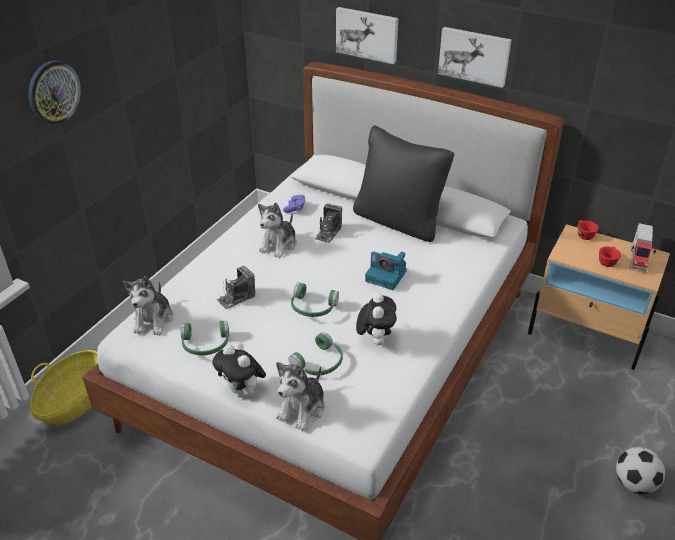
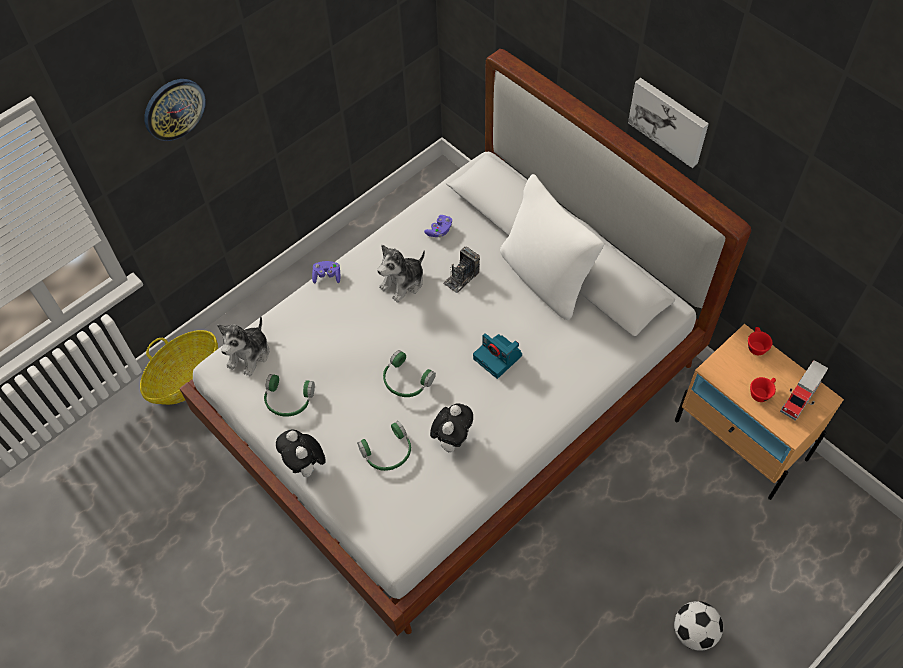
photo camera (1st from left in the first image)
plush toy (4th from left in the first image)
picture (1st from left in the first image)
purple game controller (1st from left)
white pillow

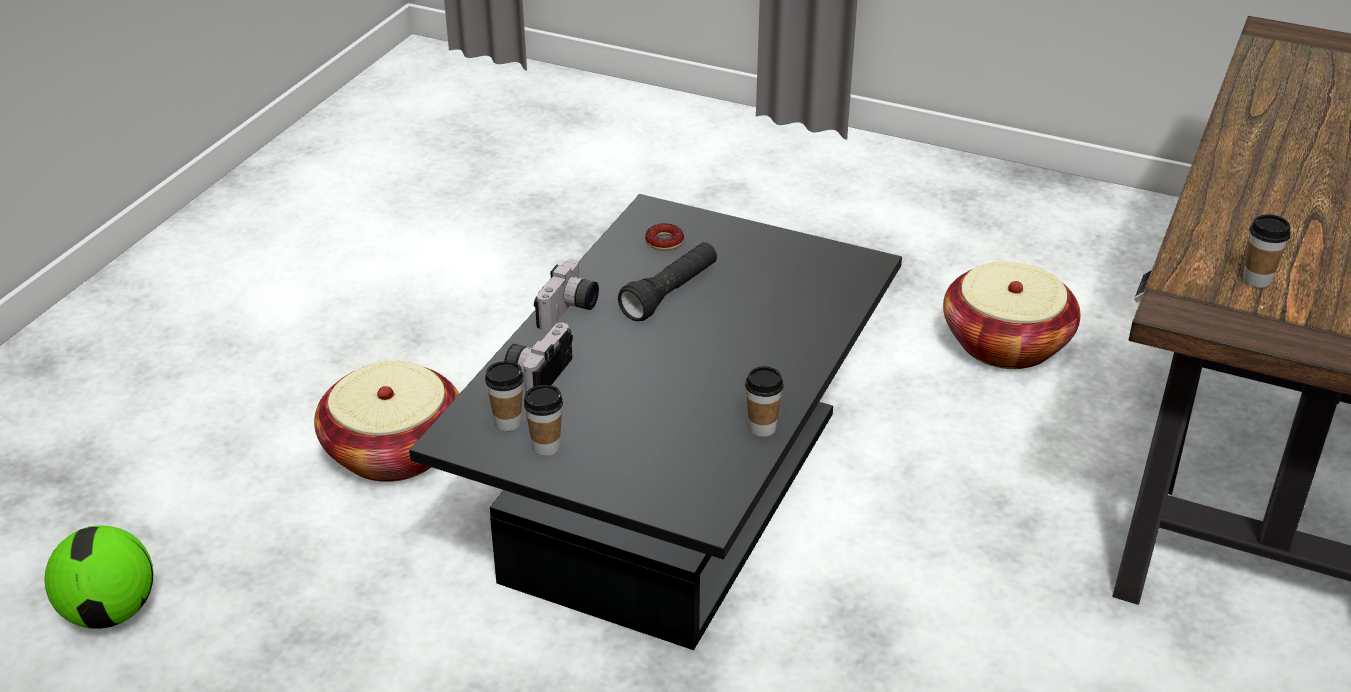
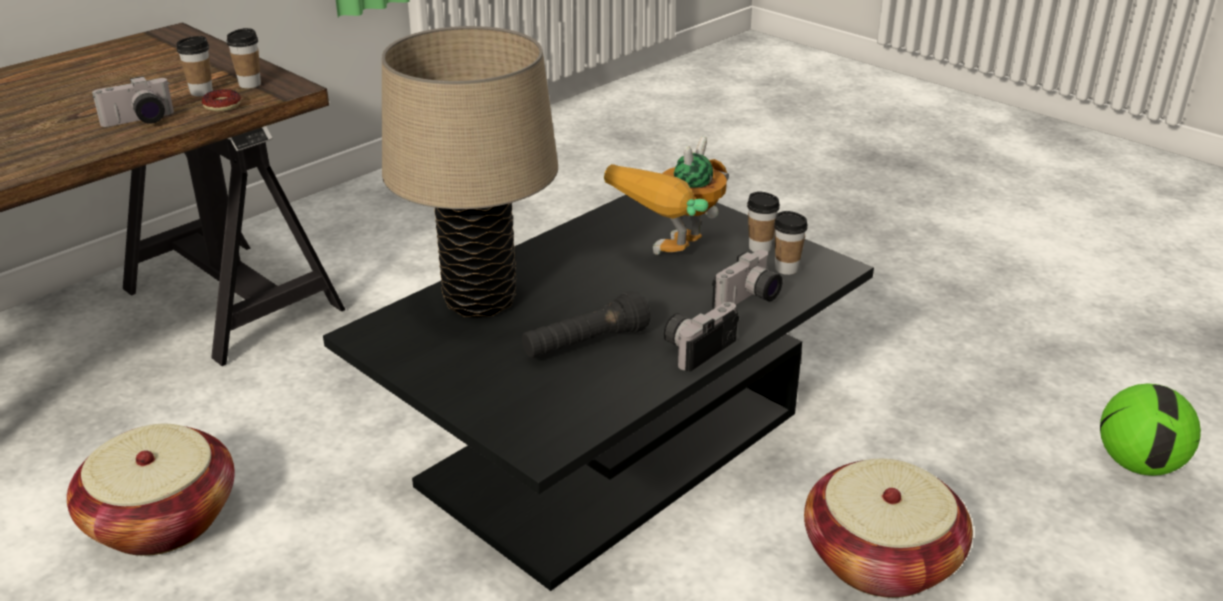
photo camera (1st from left)
beige table lamp
toy robot
donut
cup (2nd from left)

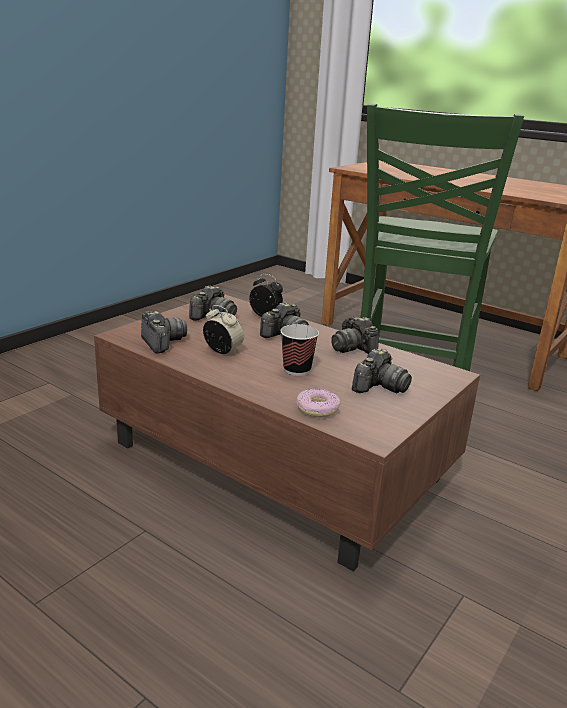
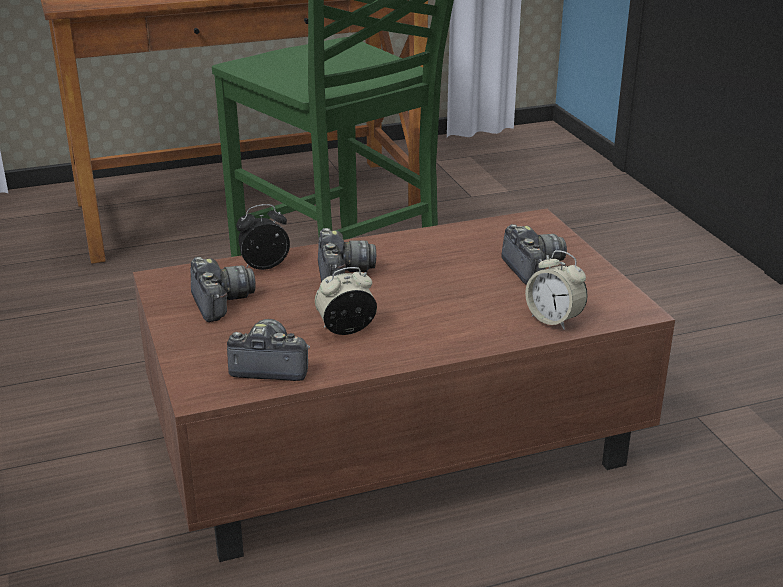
cup
photo camera (4th from left in the first image)
alarm clock (3rd from left)

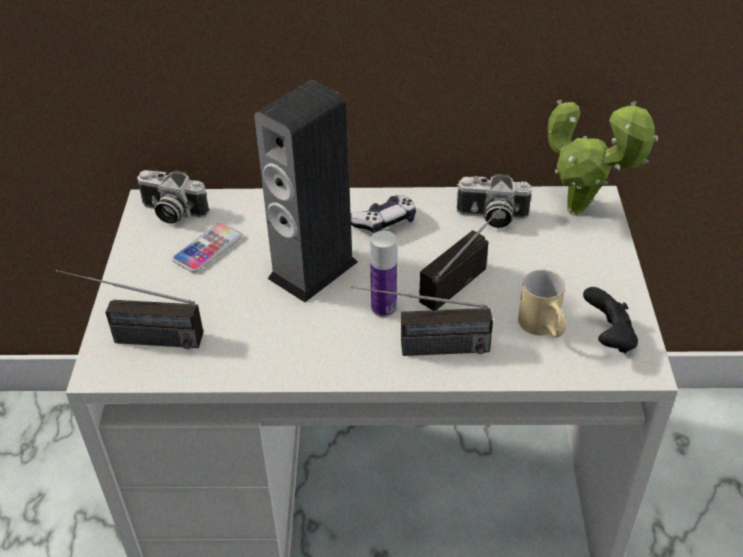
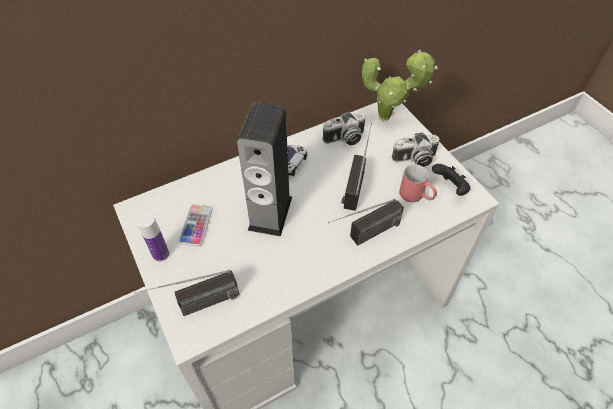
photo camera (2nd from left)
bottle
red mug

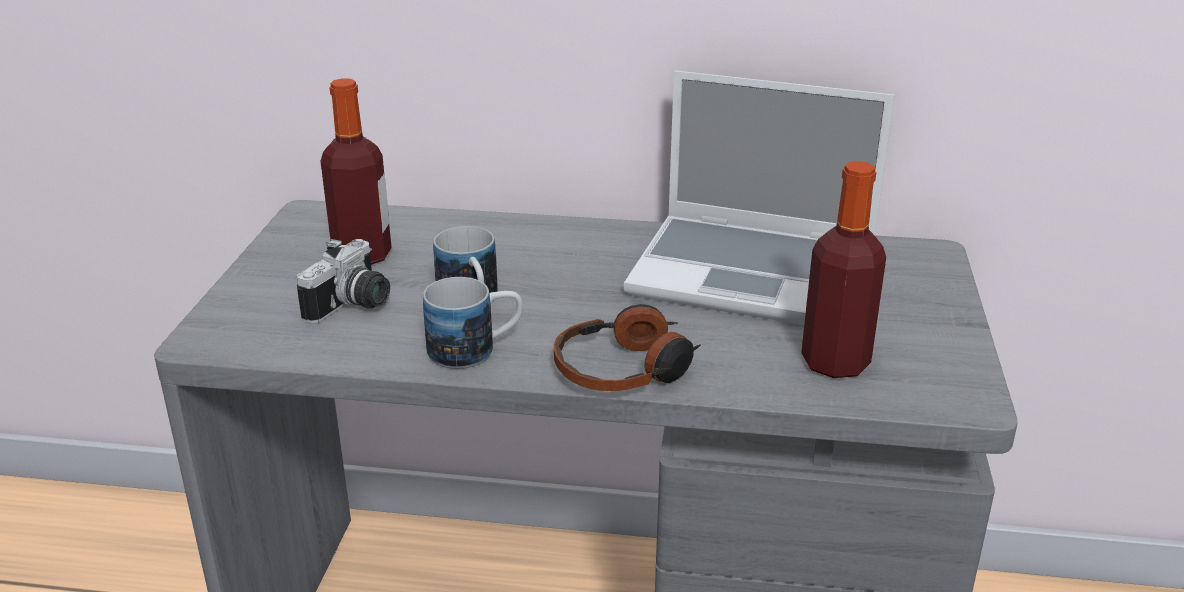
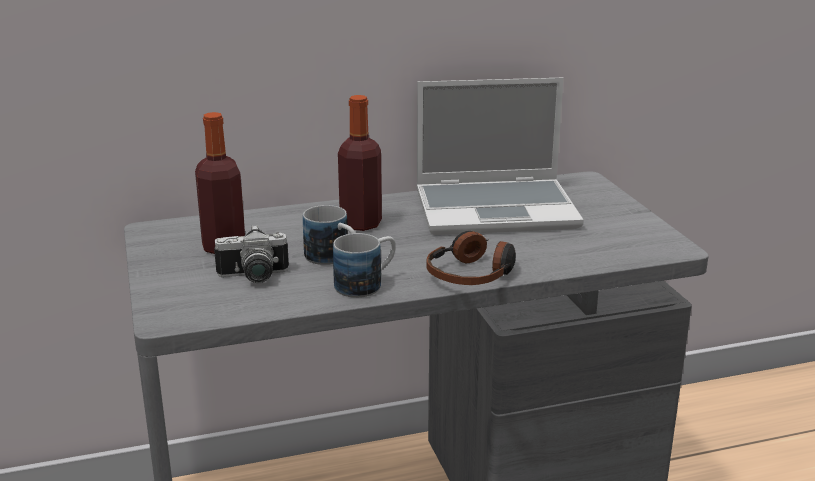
bottle (2nd from left)
photo camera

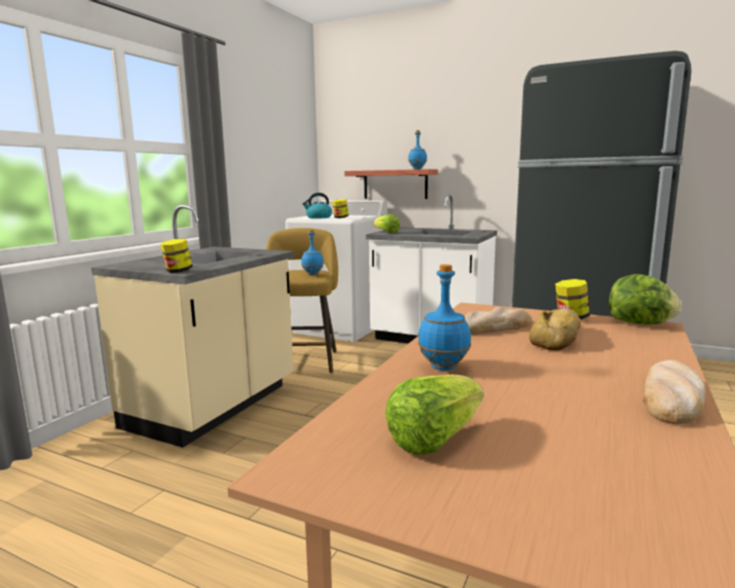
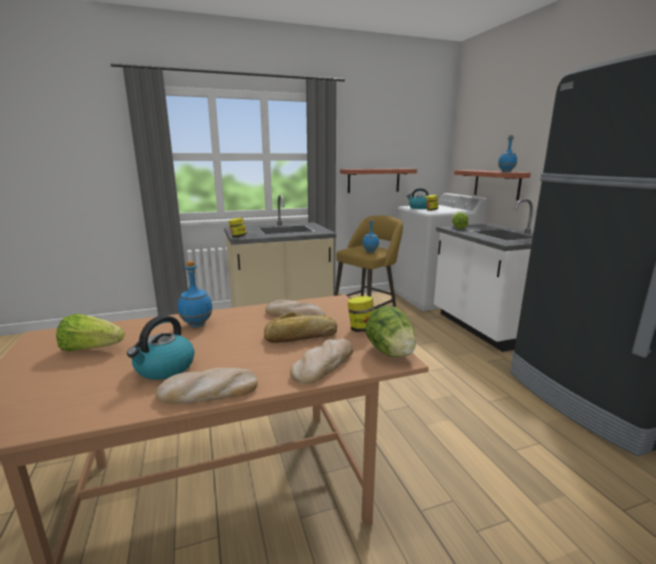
kettle (1st from left)
bread (4th from left)
shelf (1st from left)

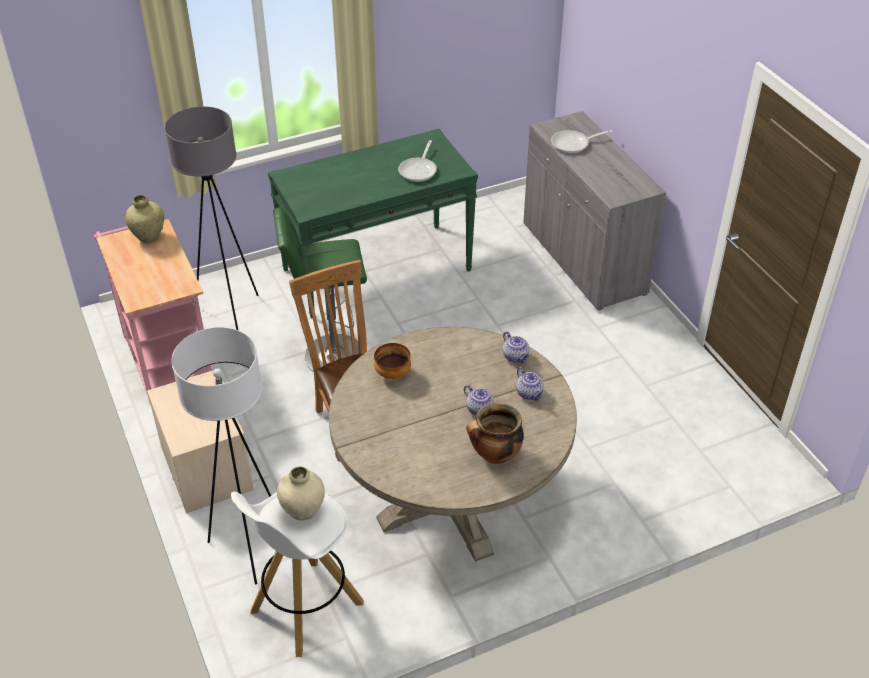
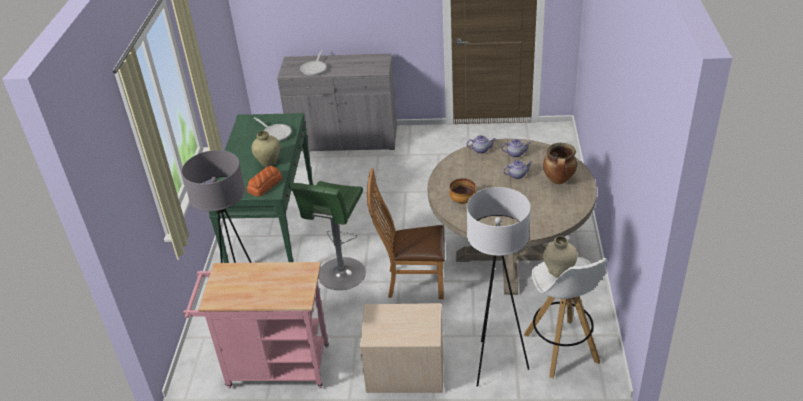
bread
beige vase (1st from left)

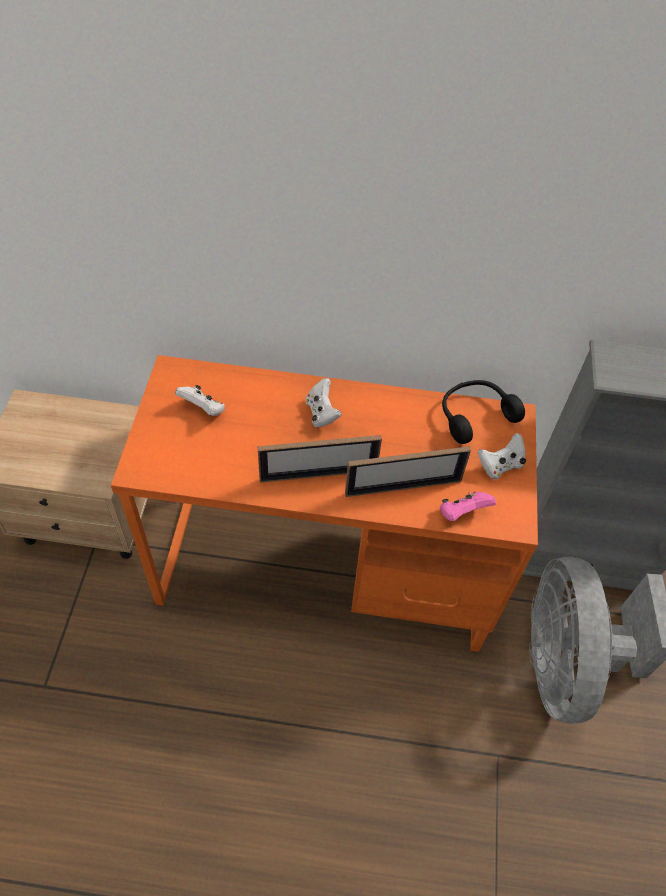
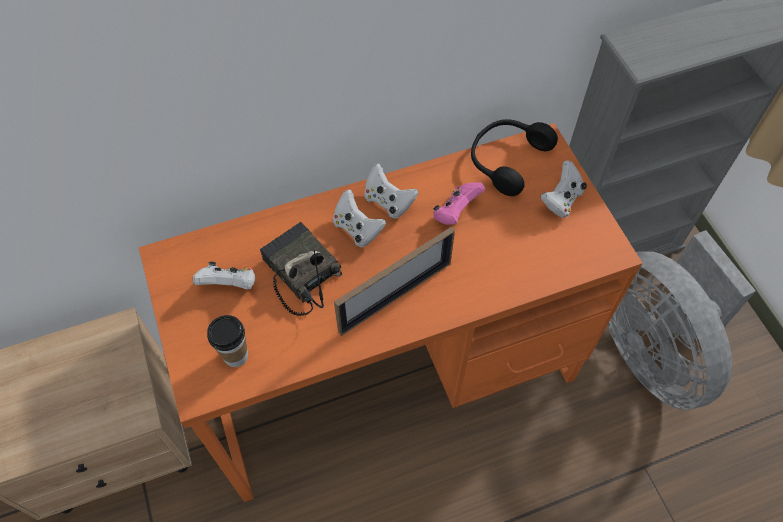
picture frame (2nd from left in the first image)
cup
radio
white game controller (3rd from left)
pink game controller

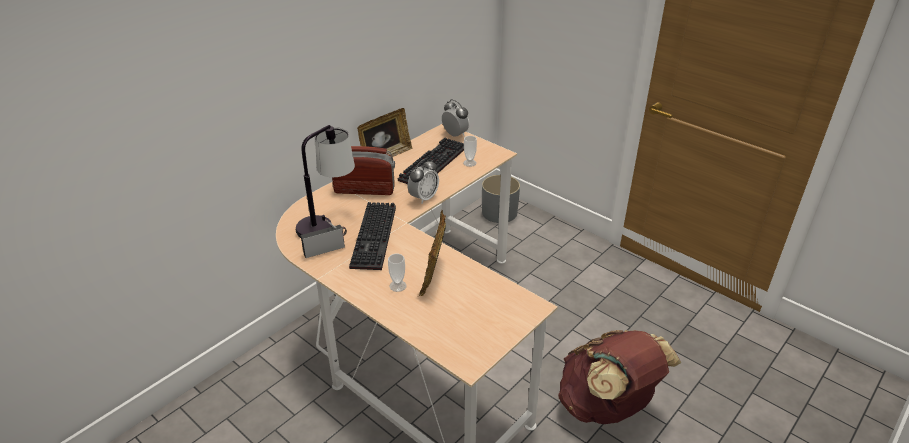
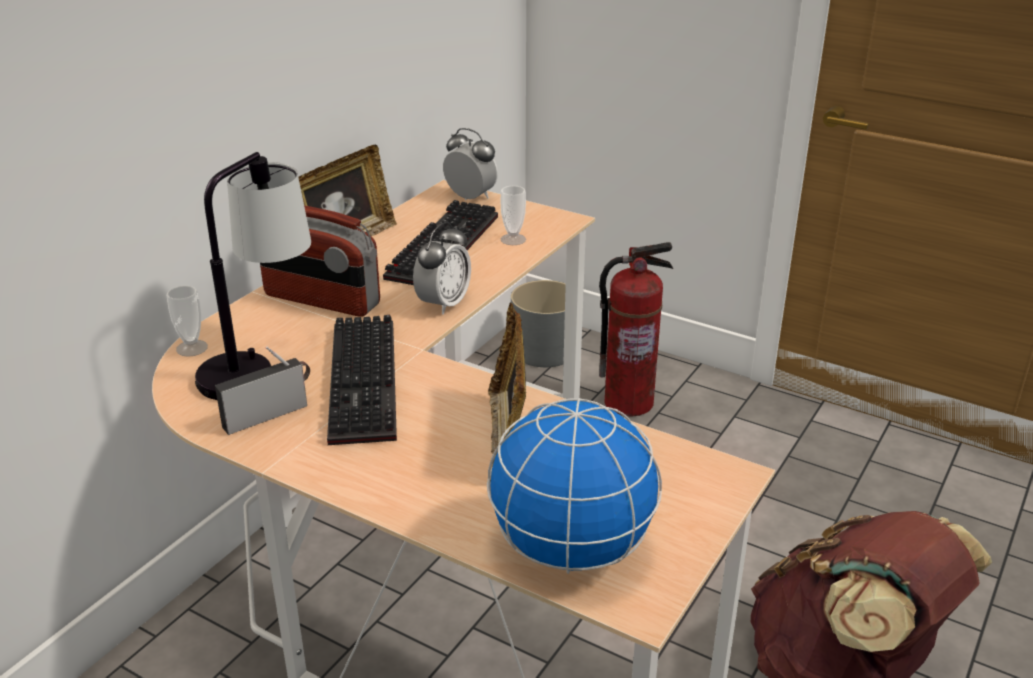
globe
fire extinguisher
cup (1st from left)
radio (2nd from left)

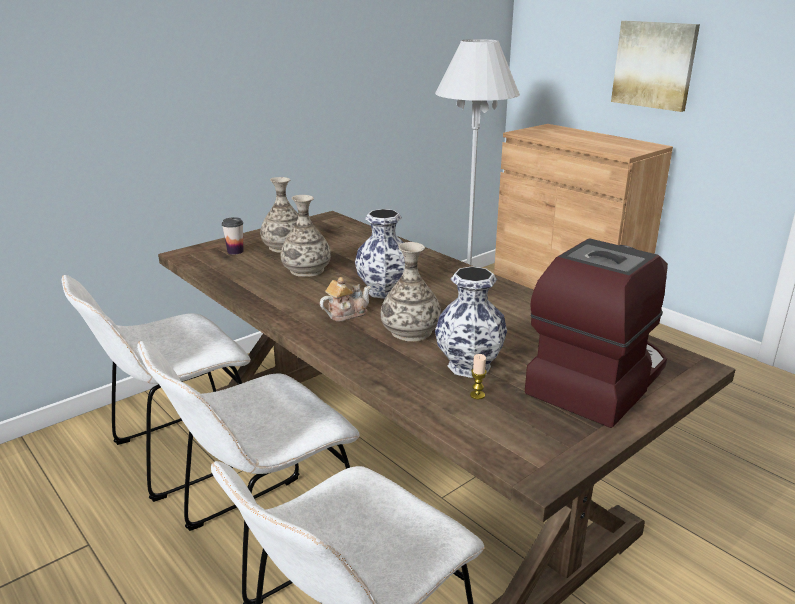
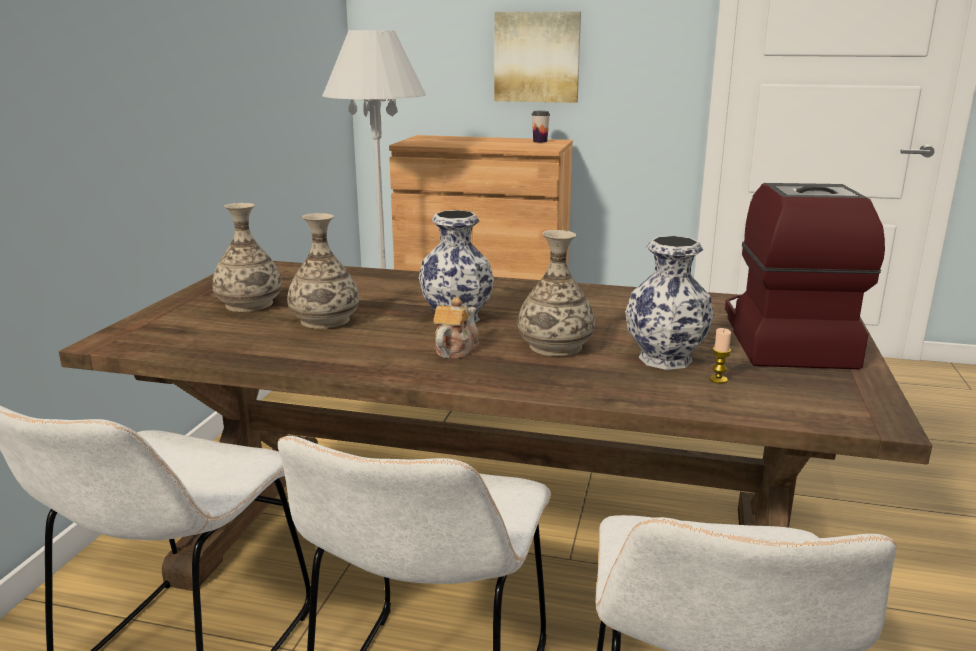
cup

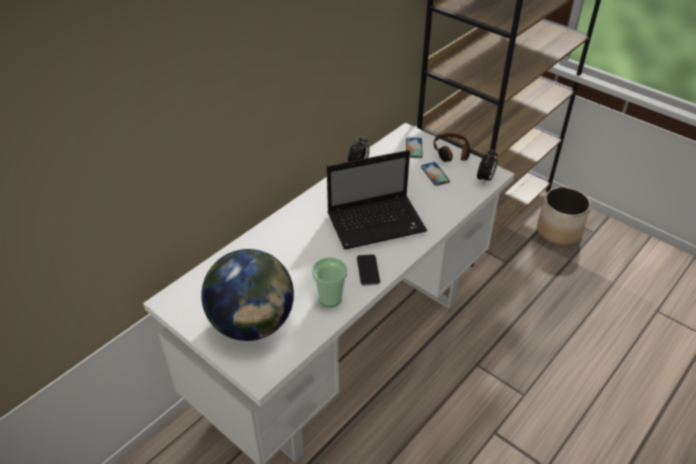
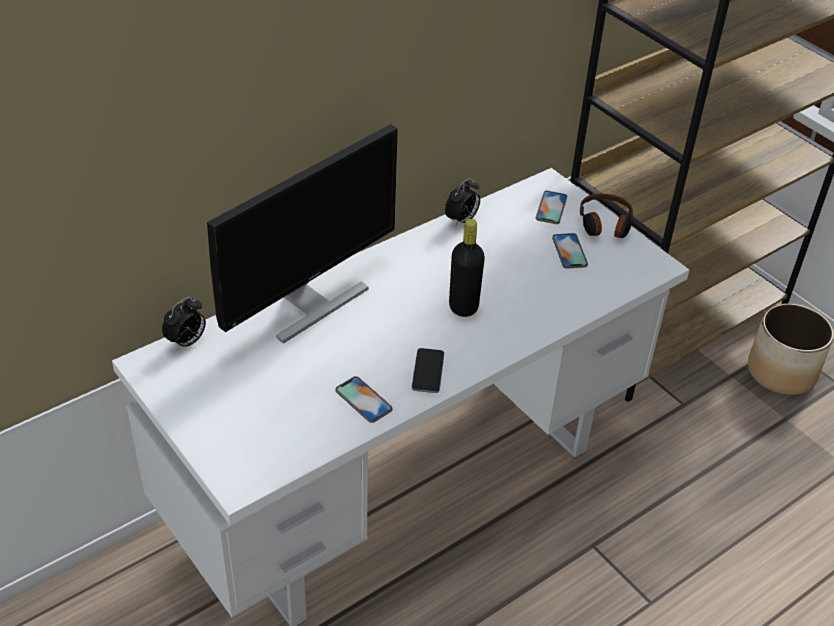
globe
monitor
alarm clock (1st from left)
phone (1st from left)
black bottle

